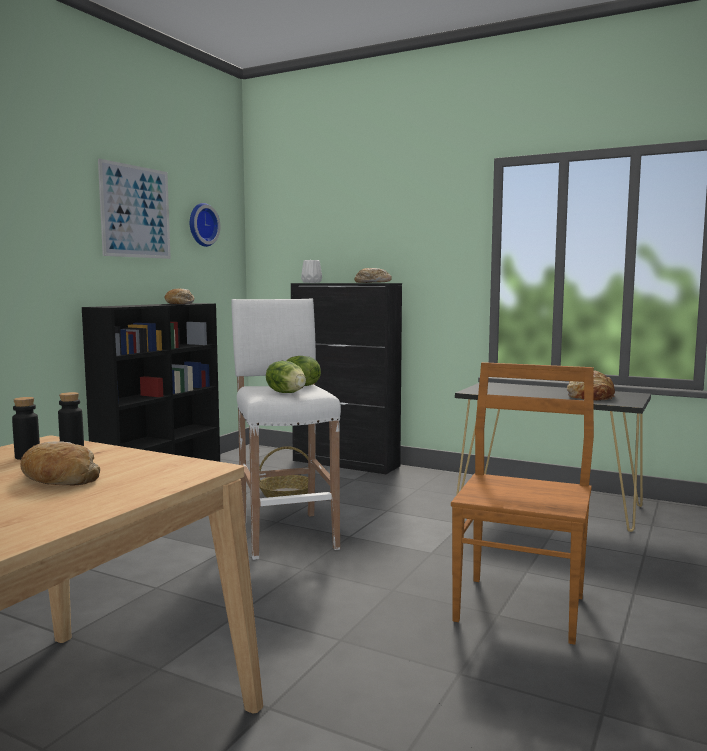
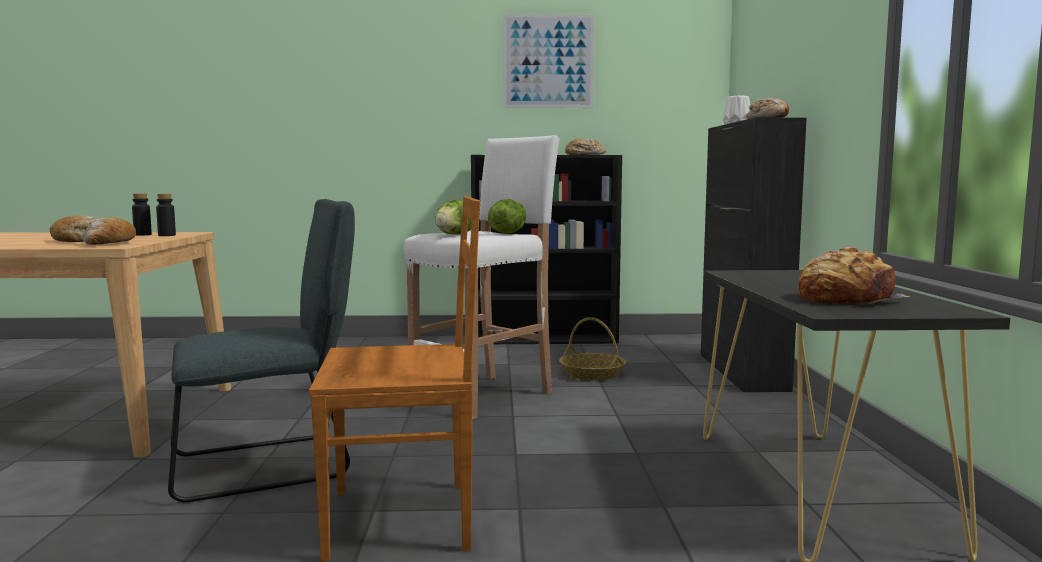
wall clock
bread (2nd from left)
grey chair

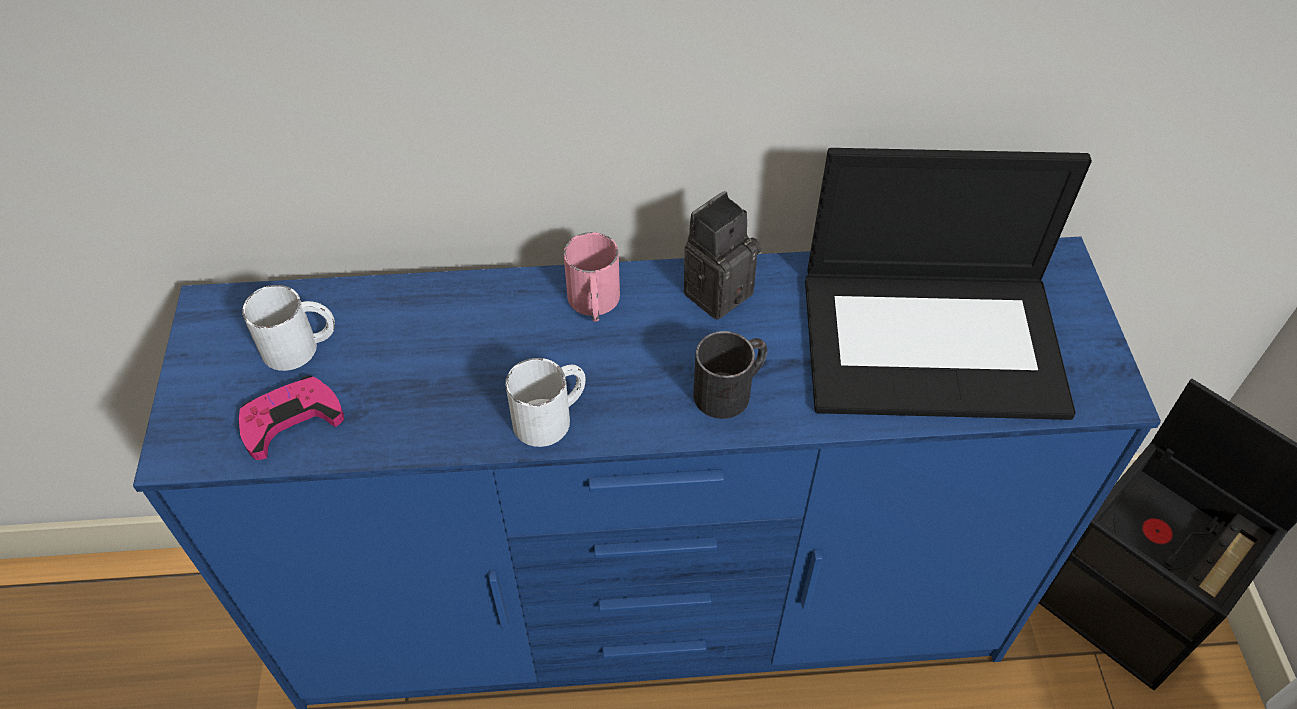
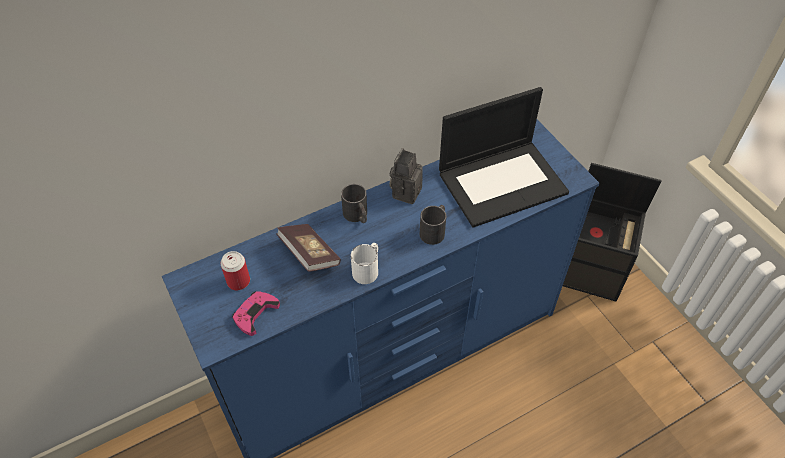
book
can
black mug (1st from left)

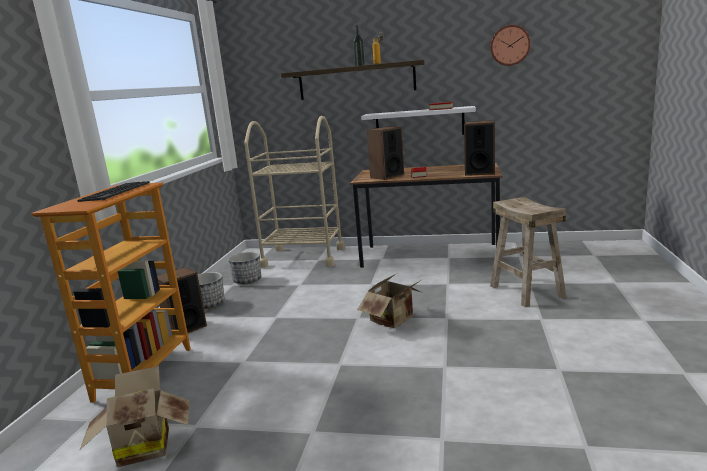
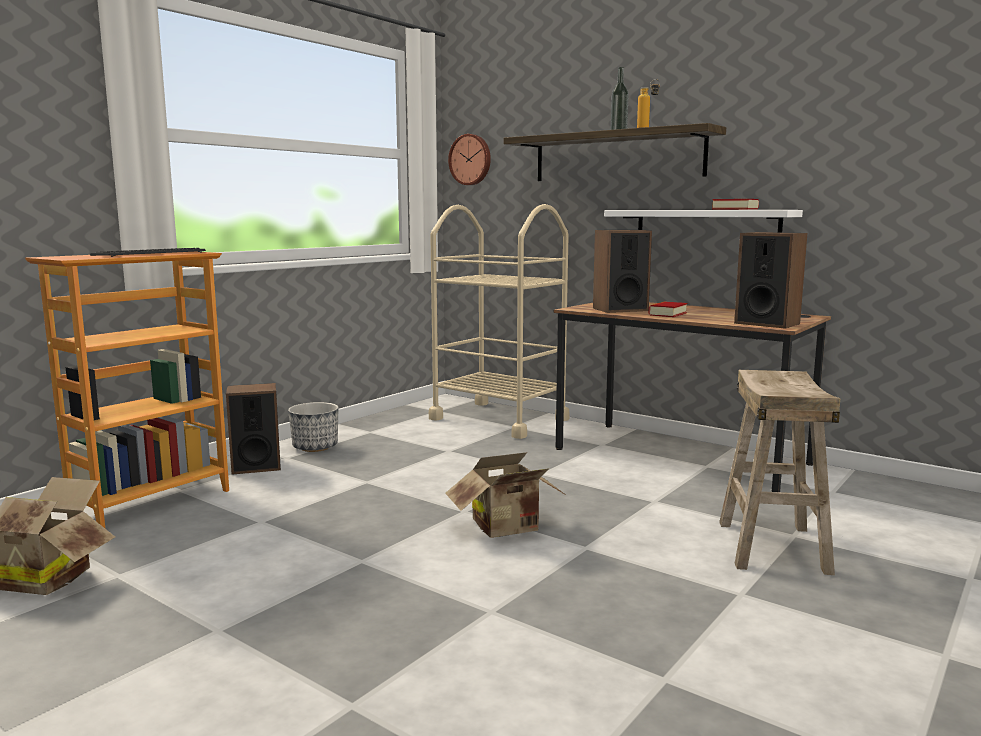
planter (2nd from left in the first image)
wall clock

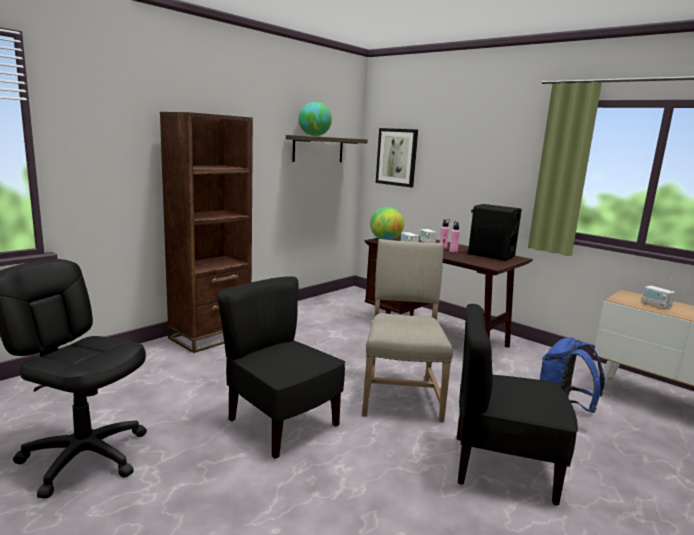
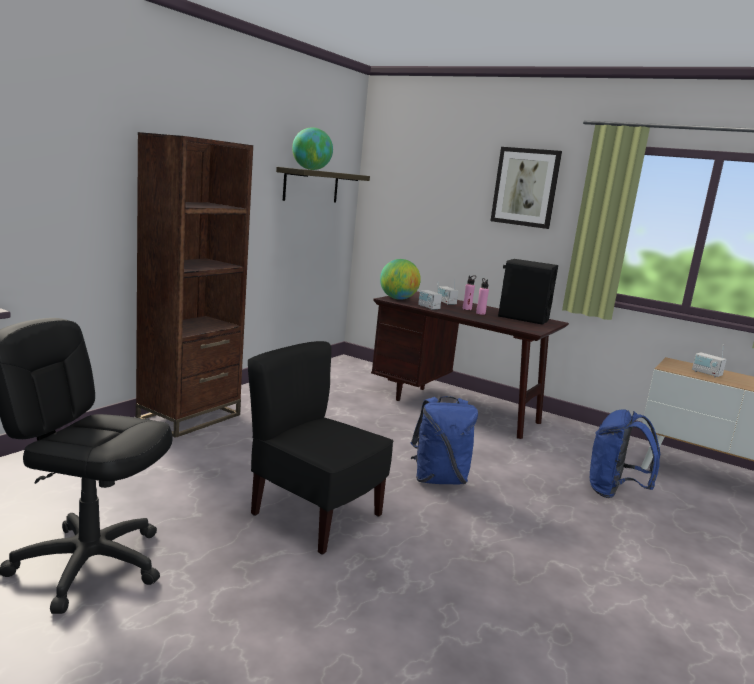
black chair (2nd from left in the first image)
picture
blue backpack (1st from left)

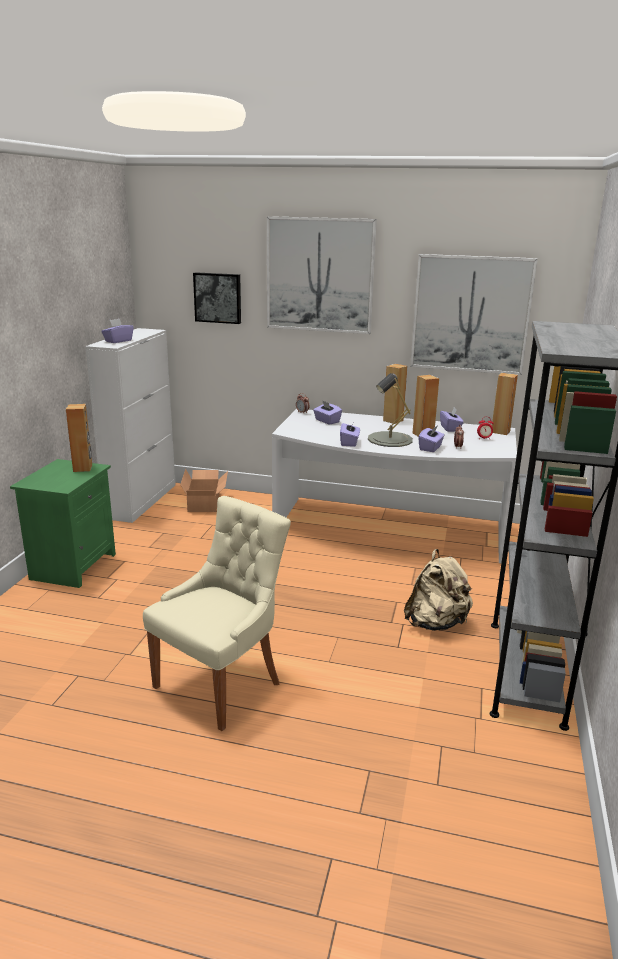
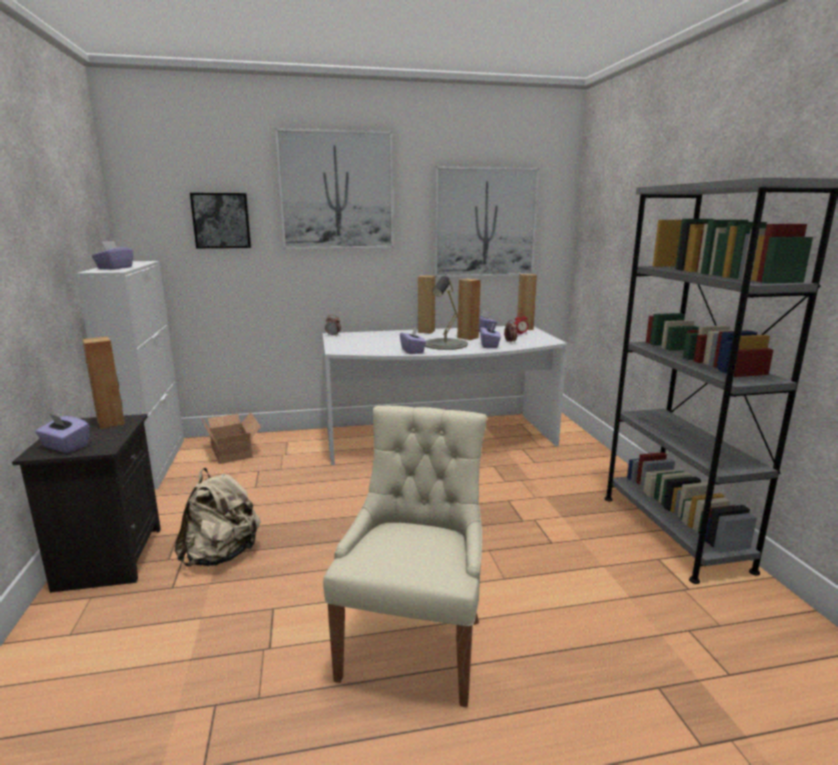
purple tissue box (1st from left)
beige backpack
black nightstand

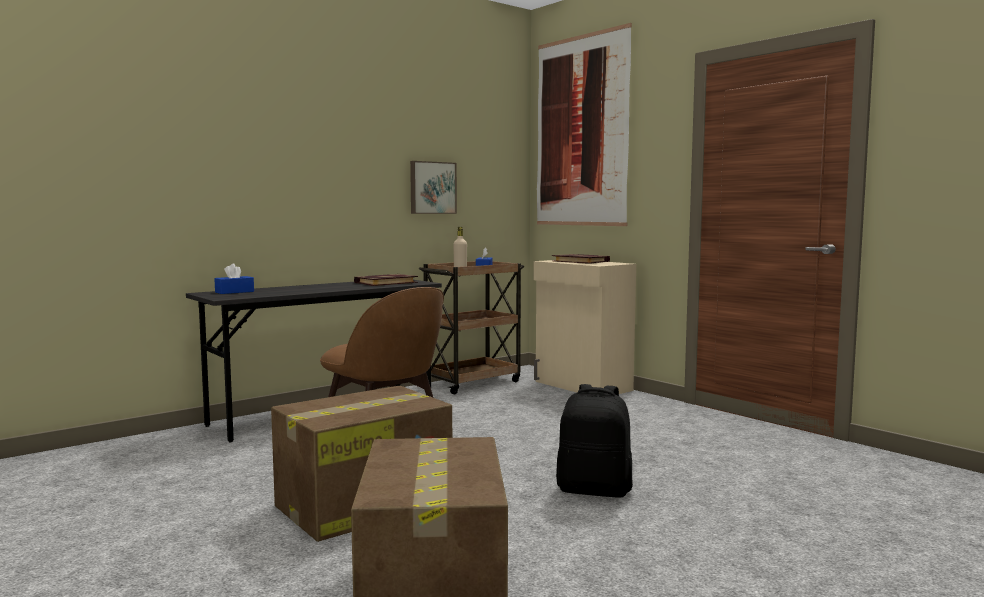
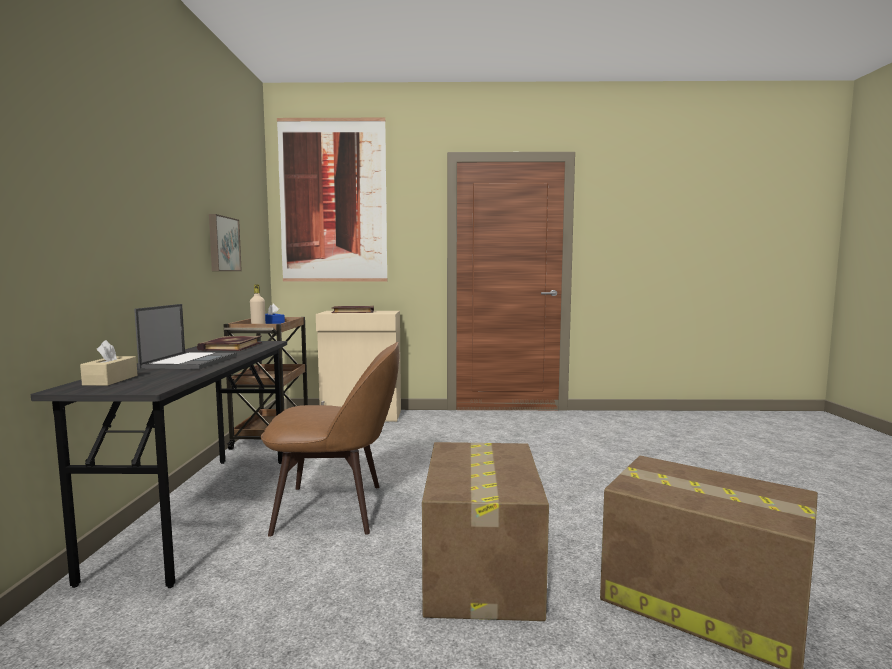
black backpack
laptop
beige tissue box

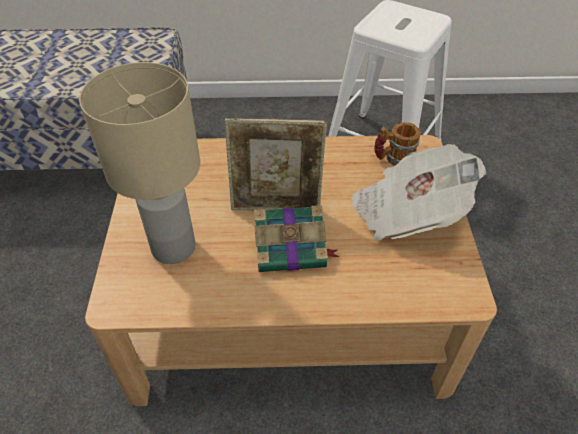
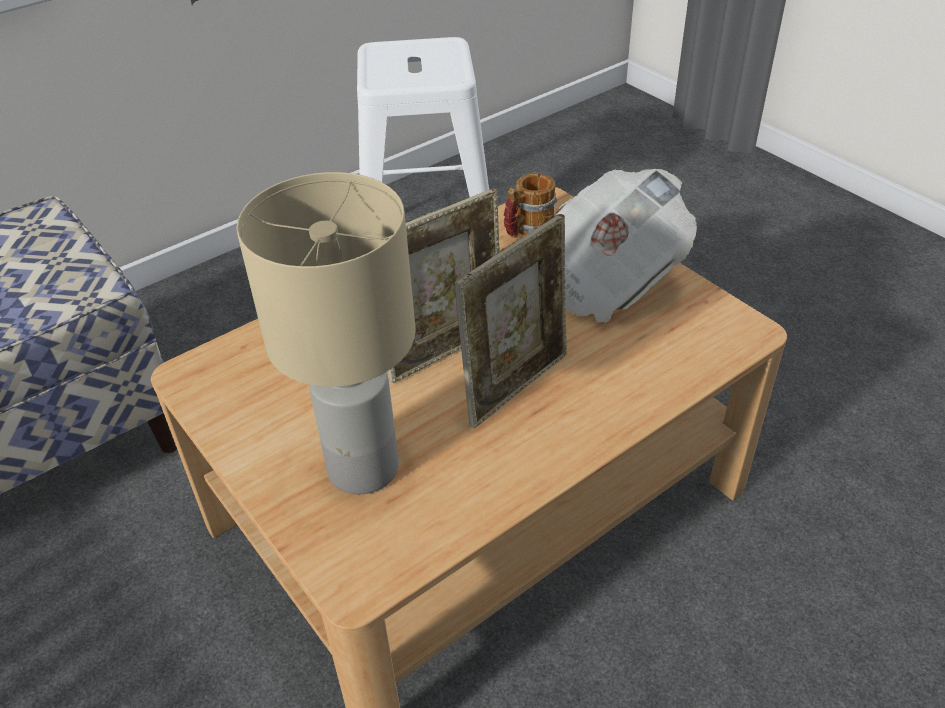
picture frame (2nd from left)

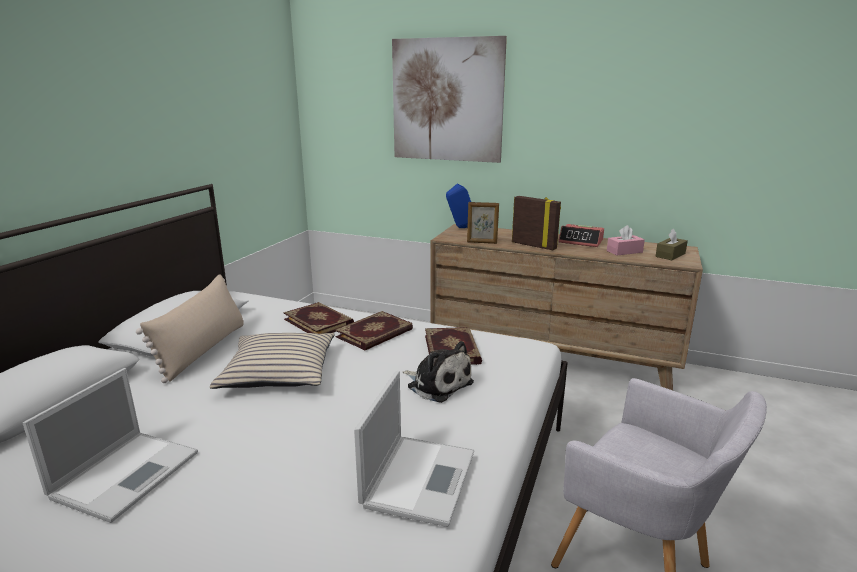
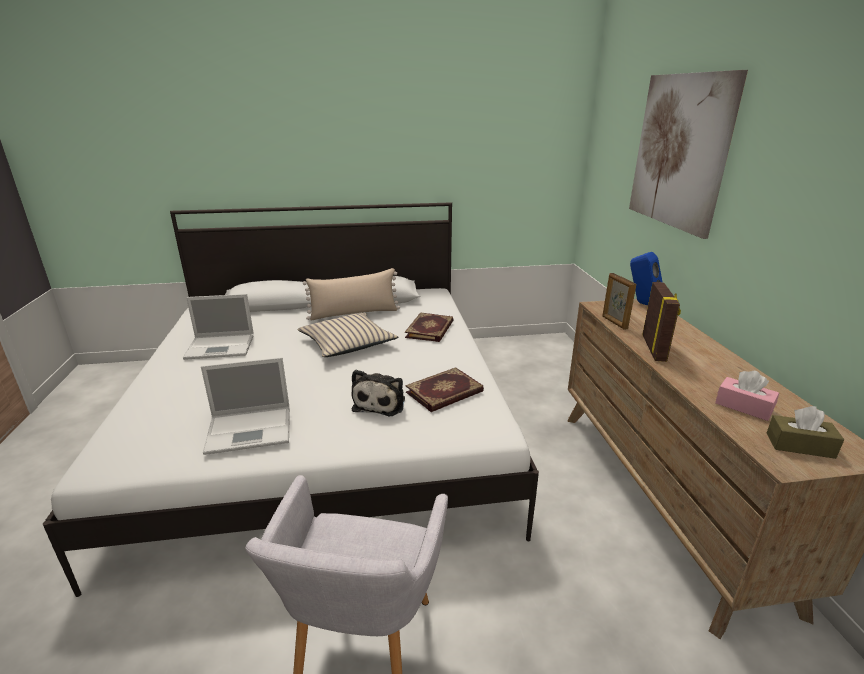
book (2nd from left in the first image)
alarm clock

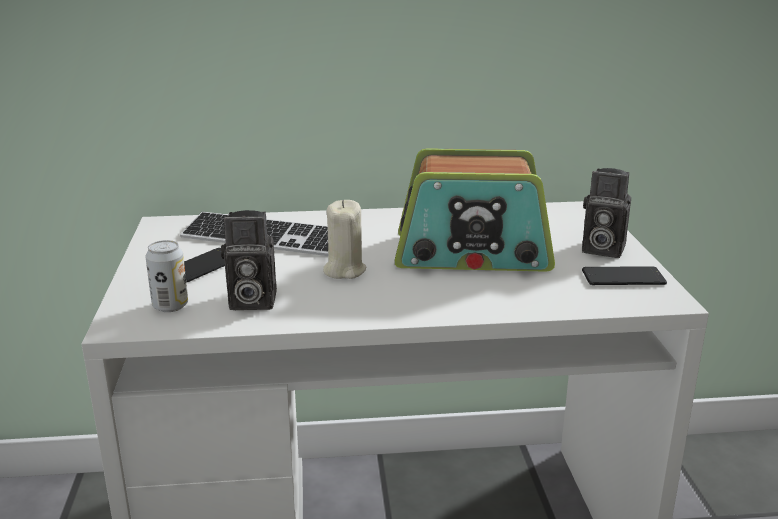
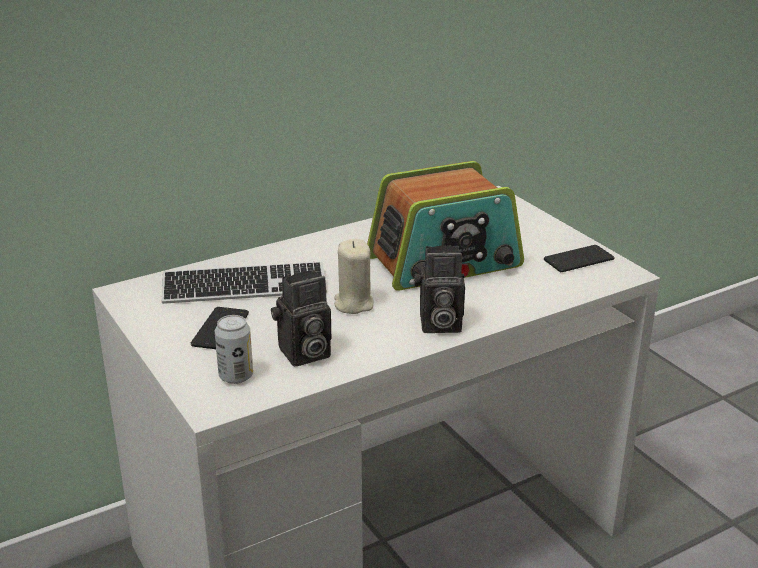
photo camera (2nd from left)

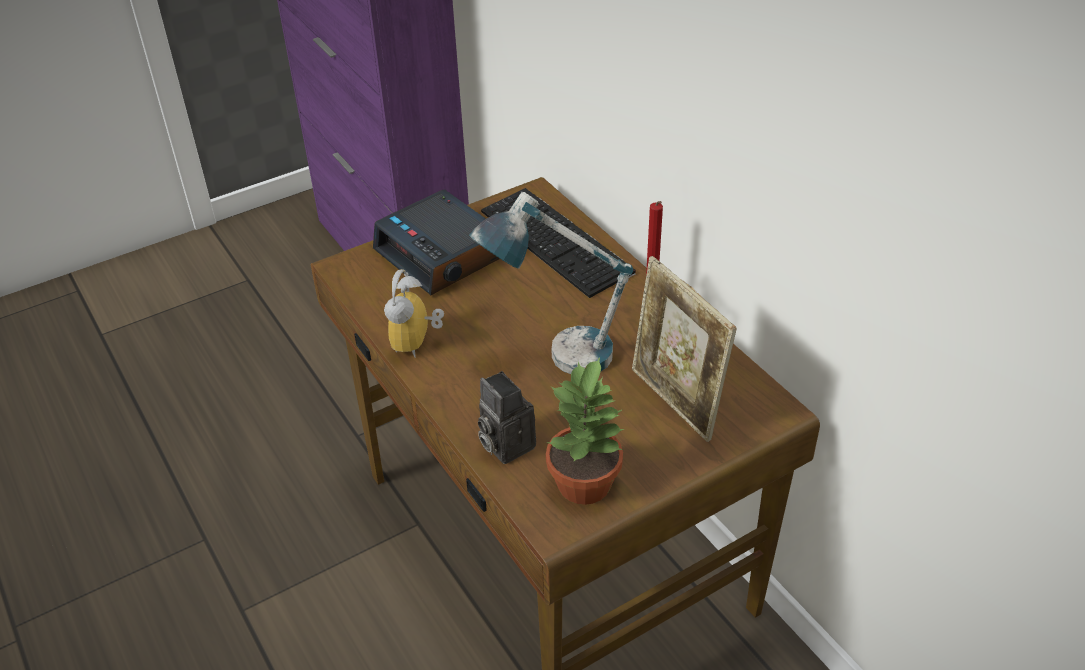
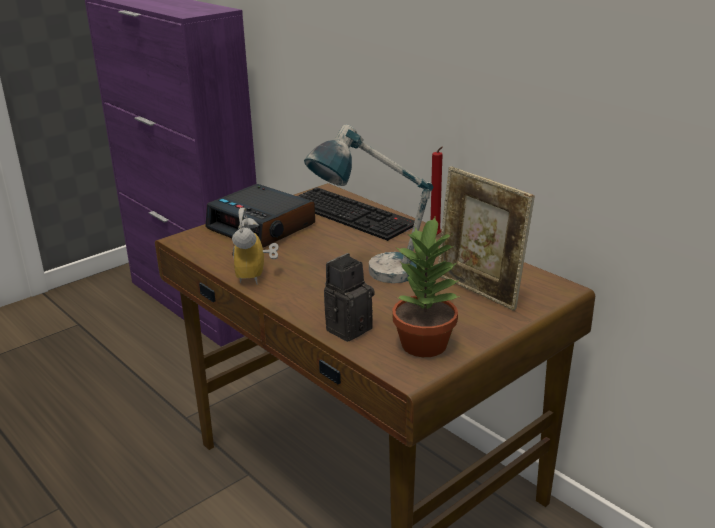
photo camera

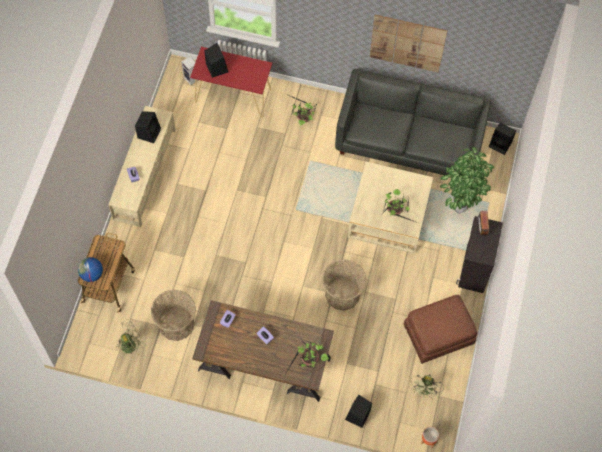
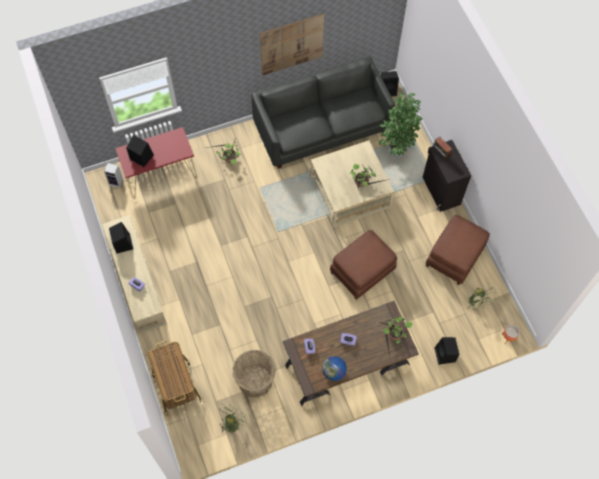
globe
brown ottoman (1st from left)

